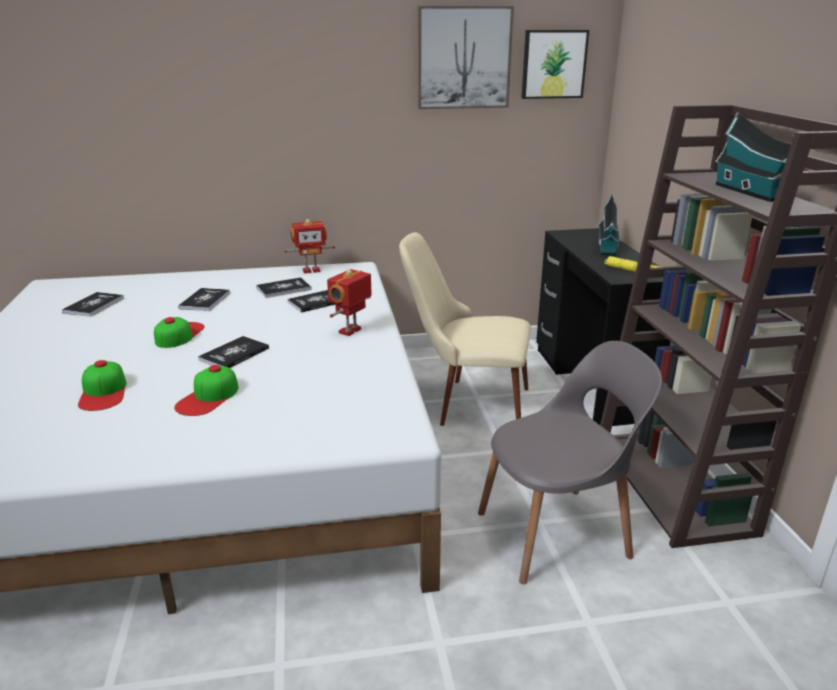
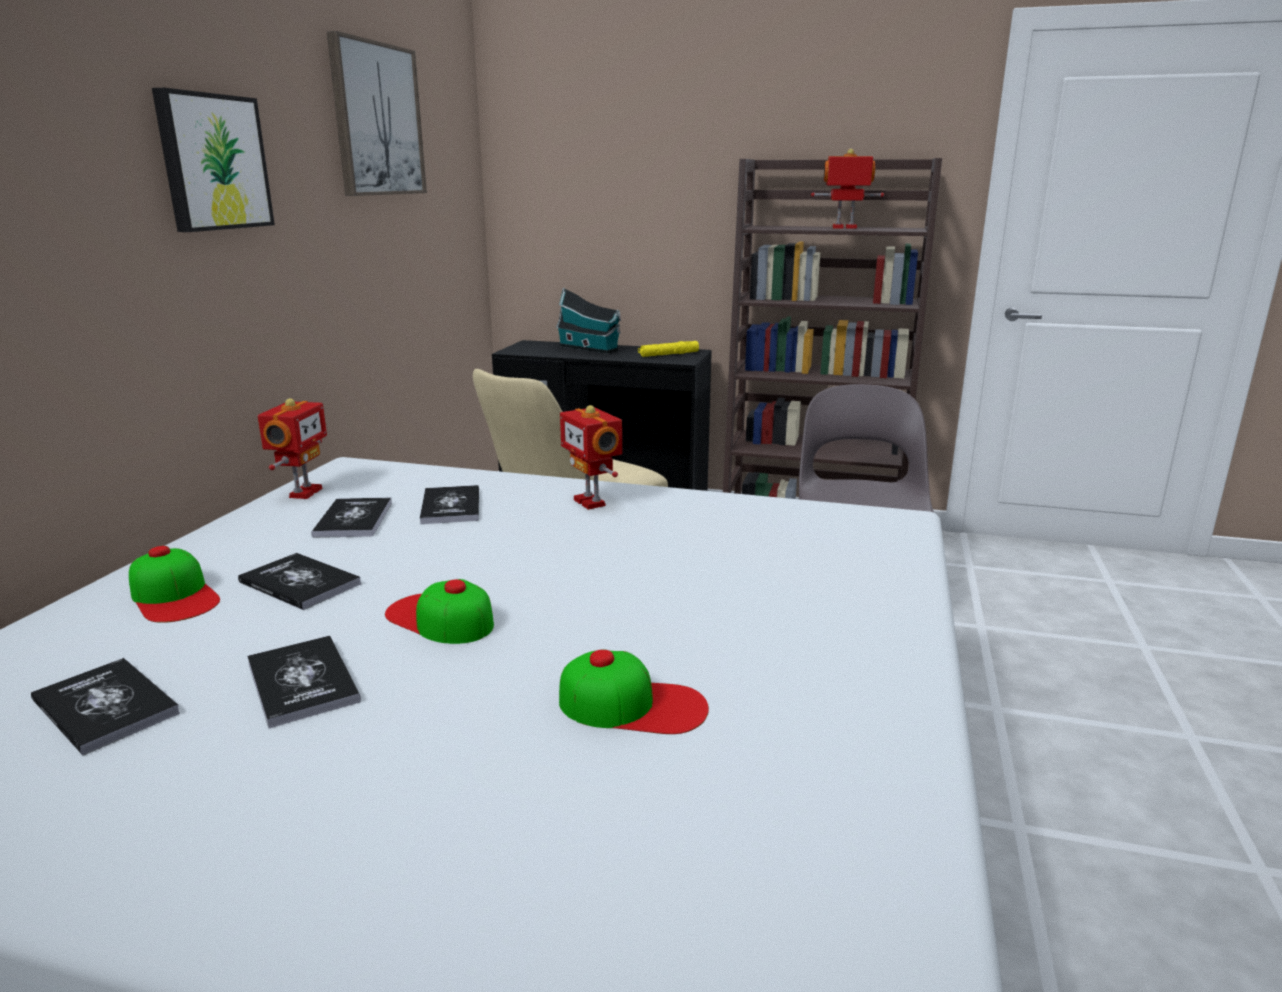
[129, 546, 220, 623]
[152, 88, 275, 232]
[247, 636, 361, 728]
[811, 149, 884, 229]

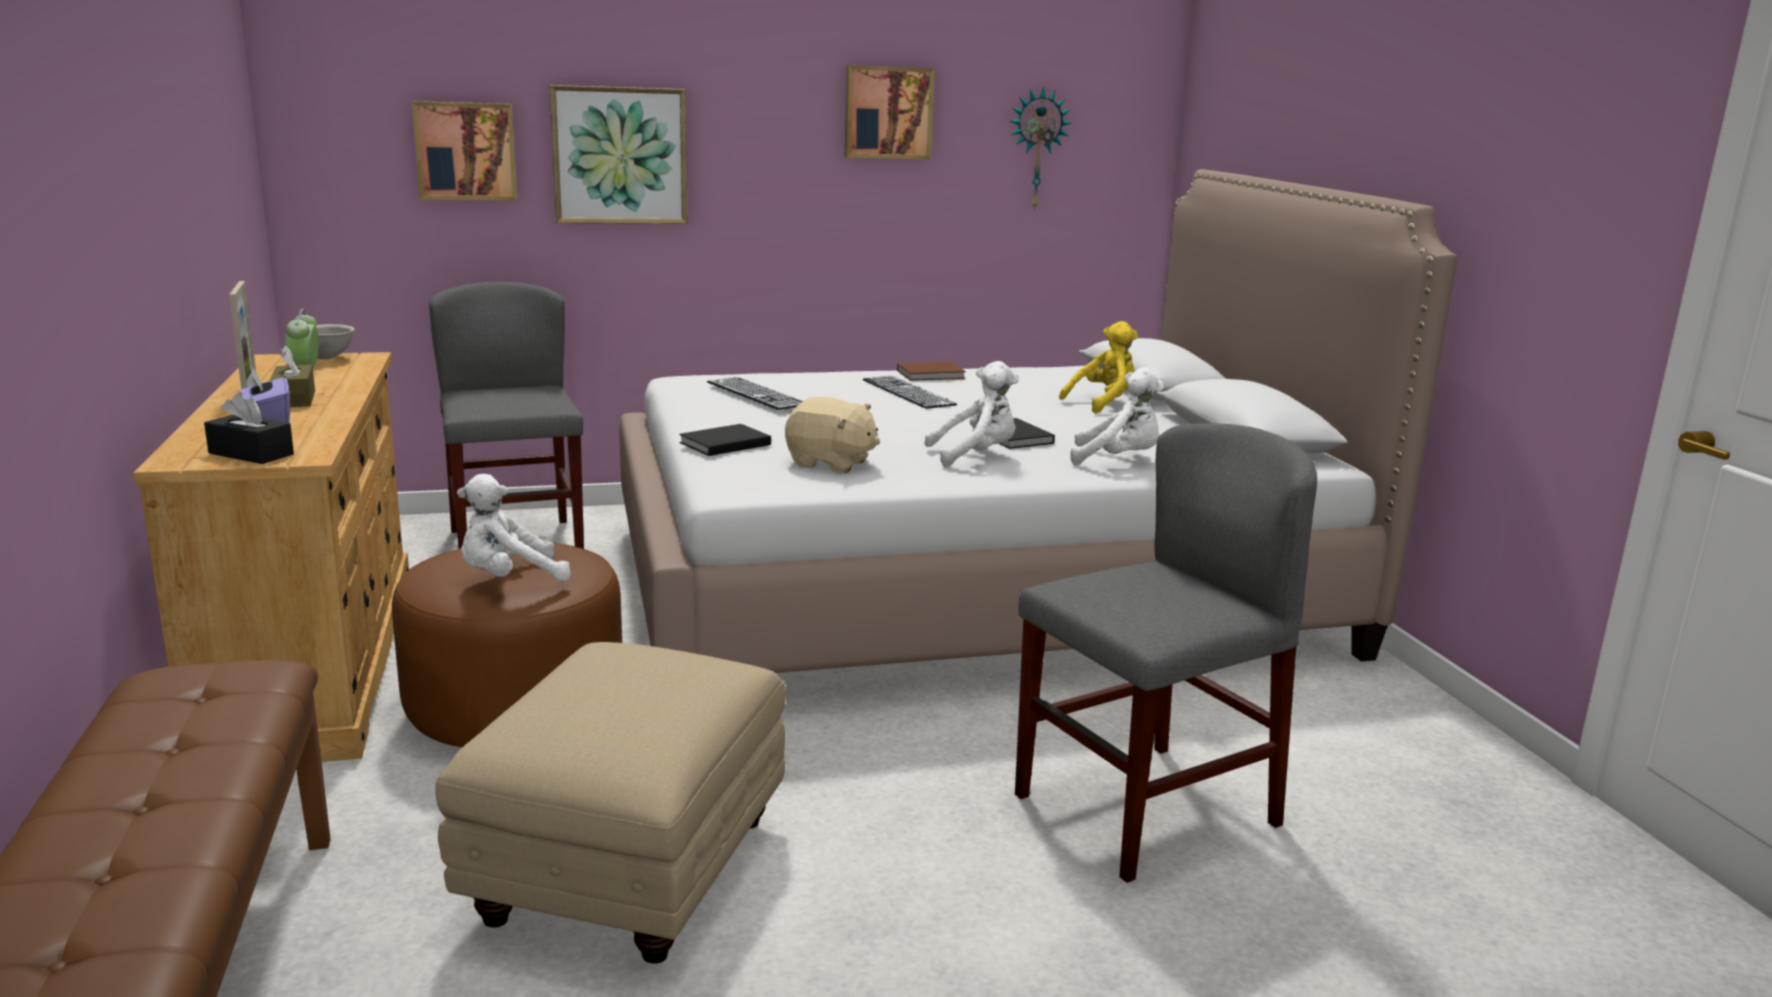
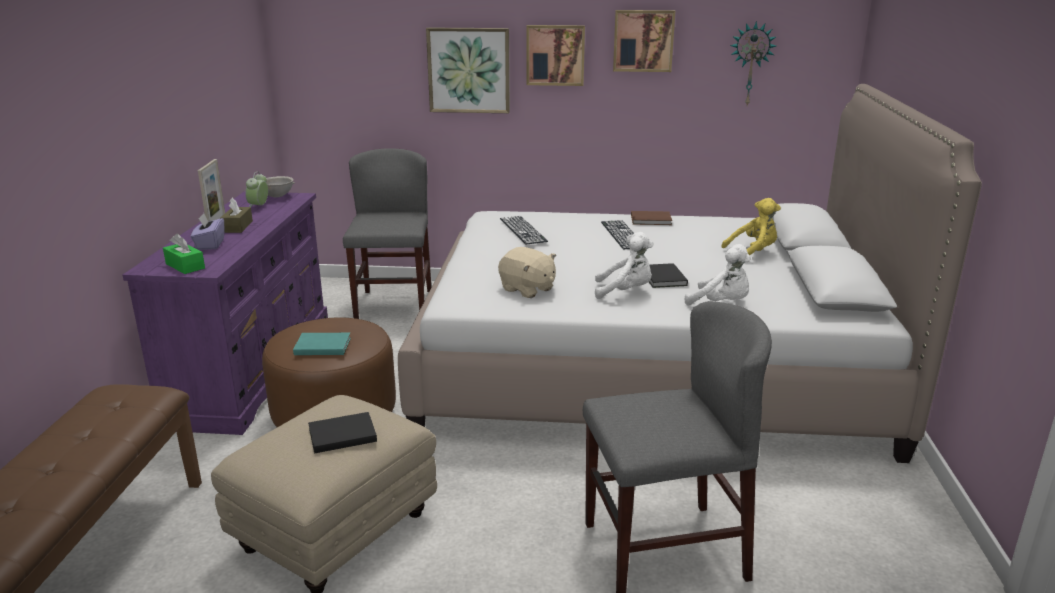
[122, 191, 328, 435]
[163, 233, 205, 274]
[293, 333, 351, 355]
[308, 412, 377, 453]
[527, 25, 585, 86]

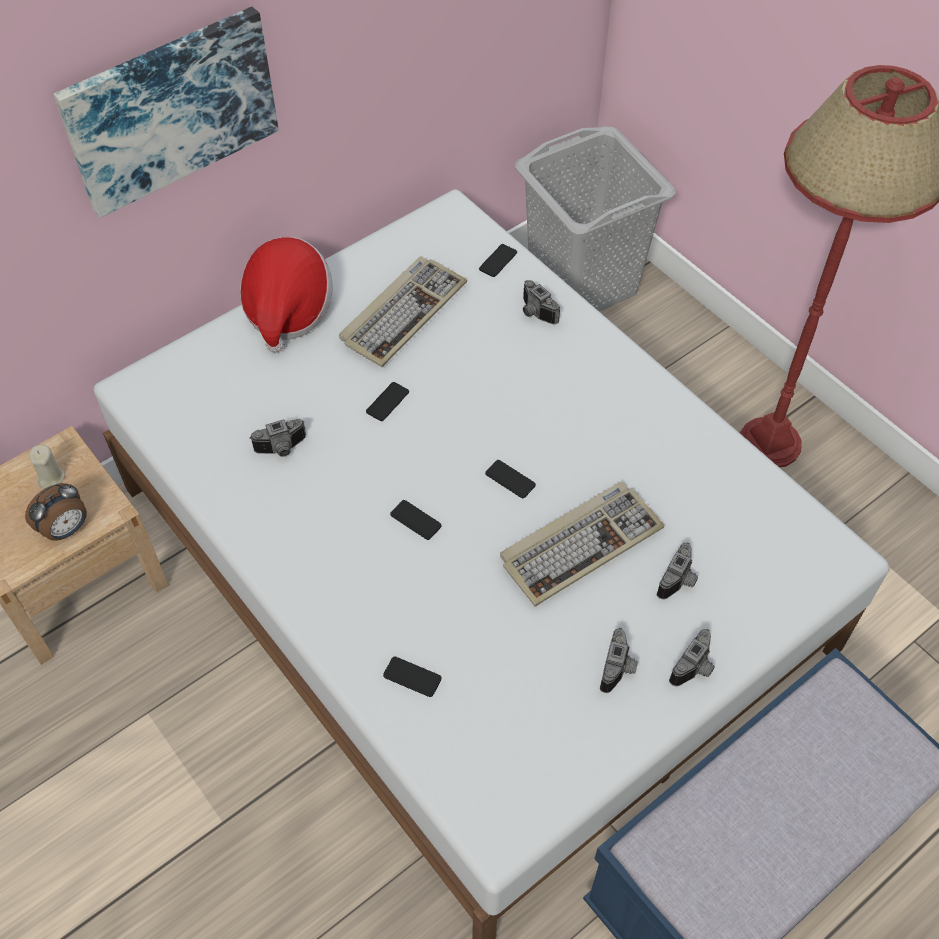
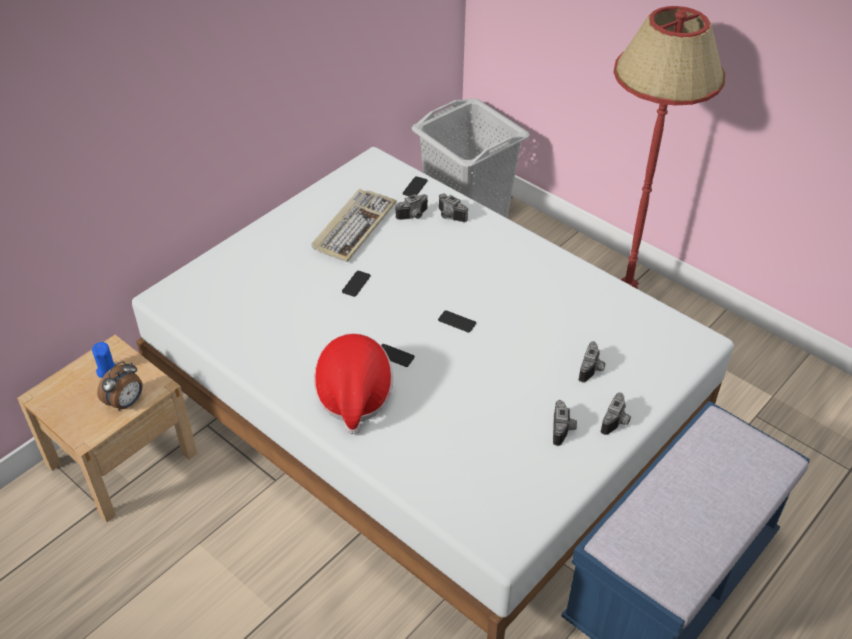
[92, 342, 117, 378]
[314, 333, 394, 435]
[396, 194, 428, 220]
[54, 7, 279, 218] (first image)
[383, 657, 441, 697] (first image)
[500, 482, 664, 607] (first image)

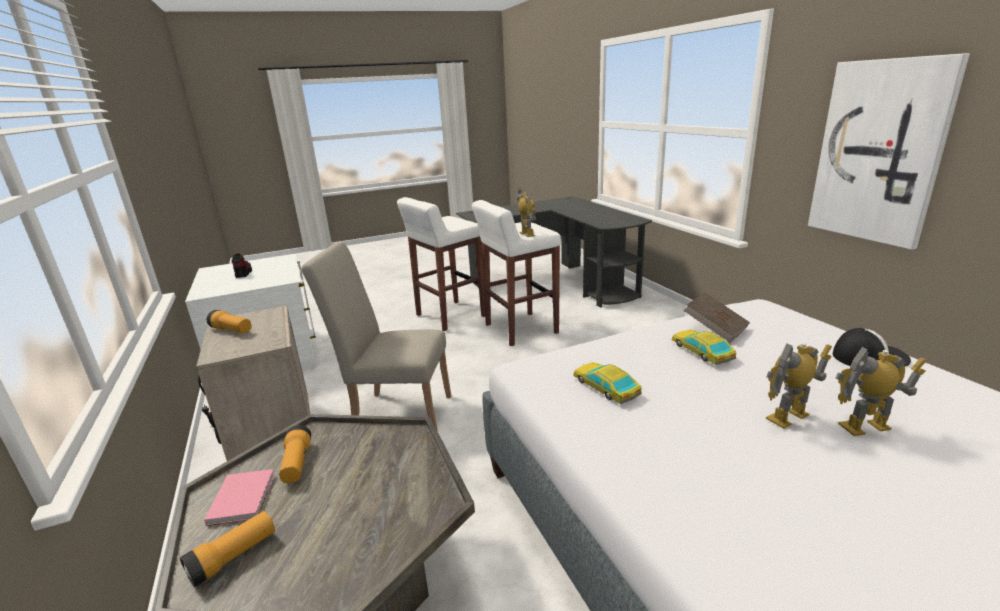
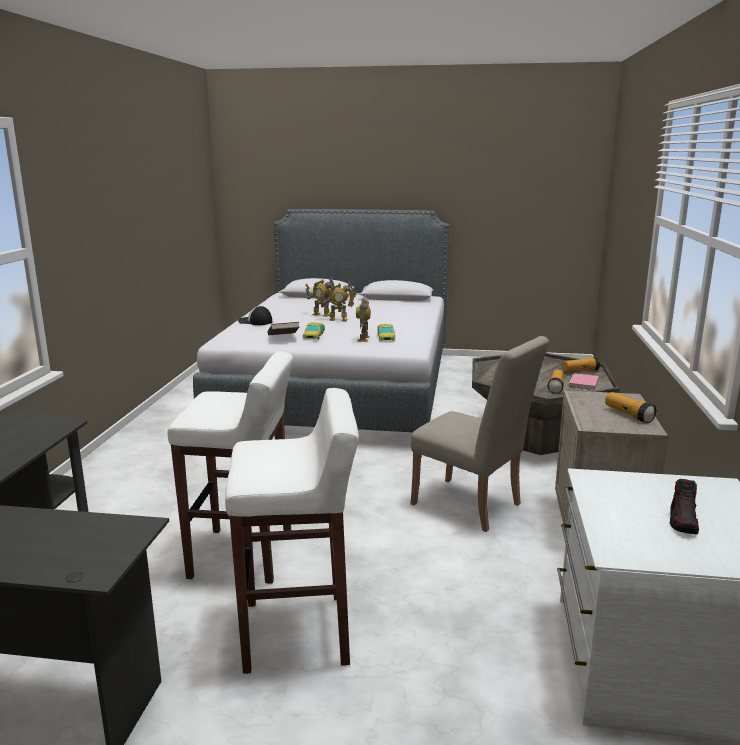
[356, 298, 371, 342]
[808, 53, 970, 250] (first image)

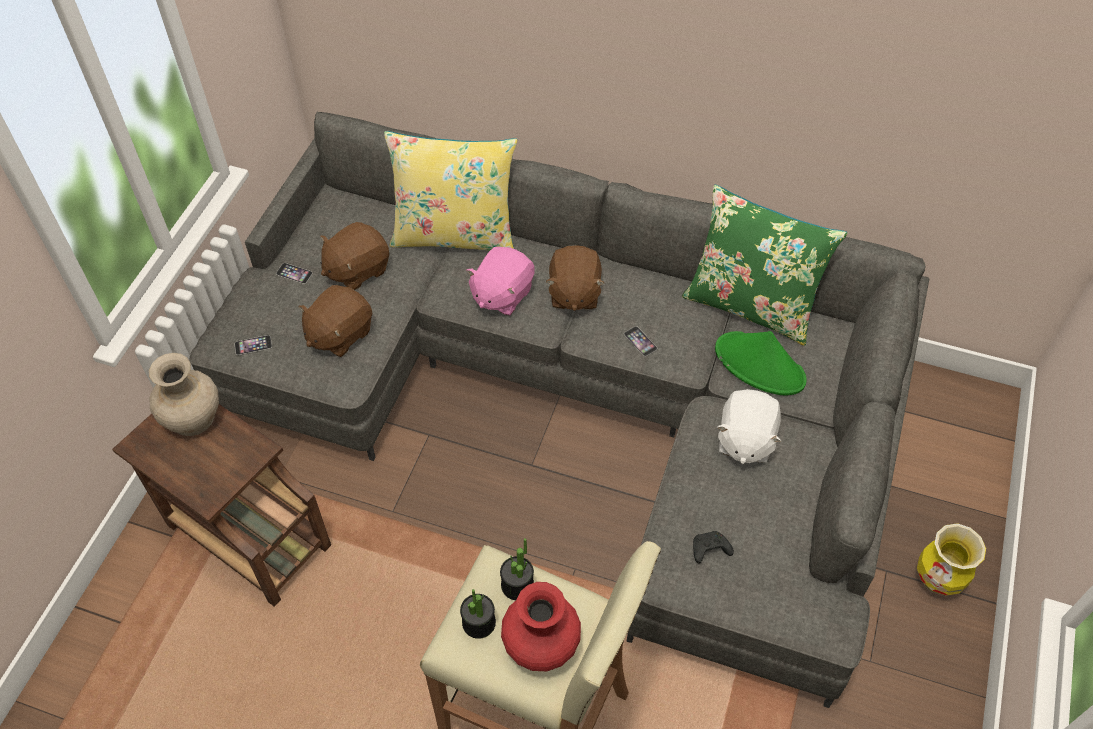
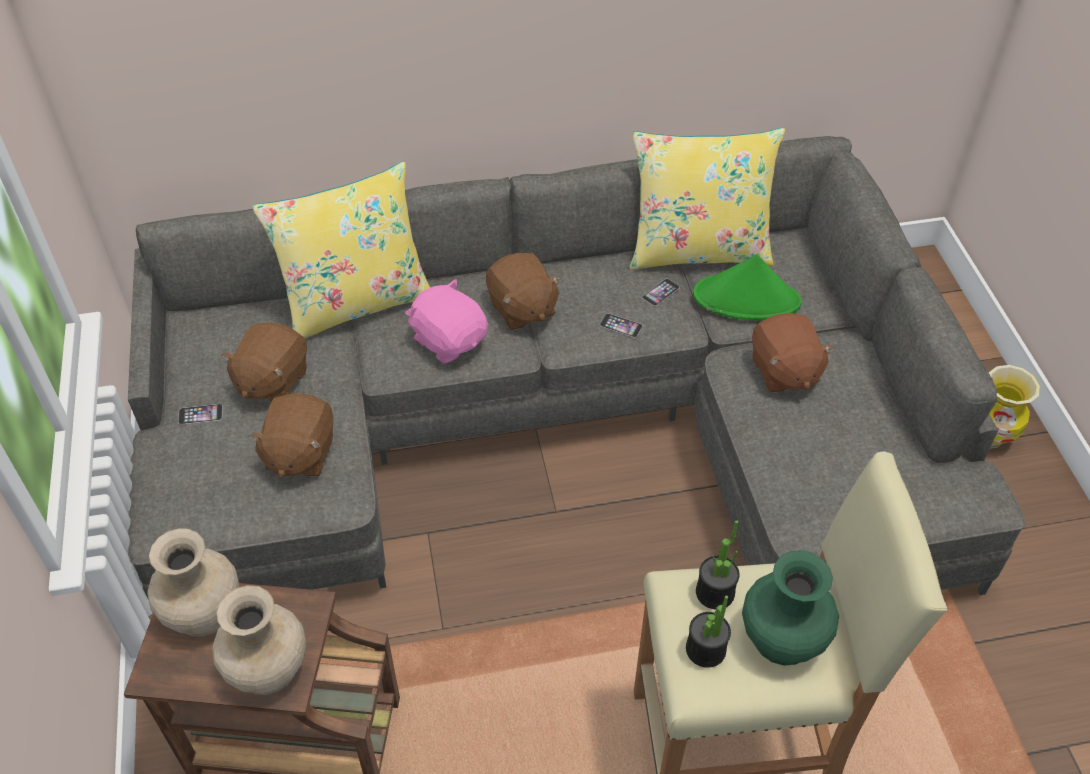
[212, 585, 307, 695]
[405, 279, 488, 364]
[629, 128, 785, 270]
[642, 279, 680, 306]
[742, 550, 839, 666]
[752, 313, 834, 393]
[693, 531, 734, 563] (first image)

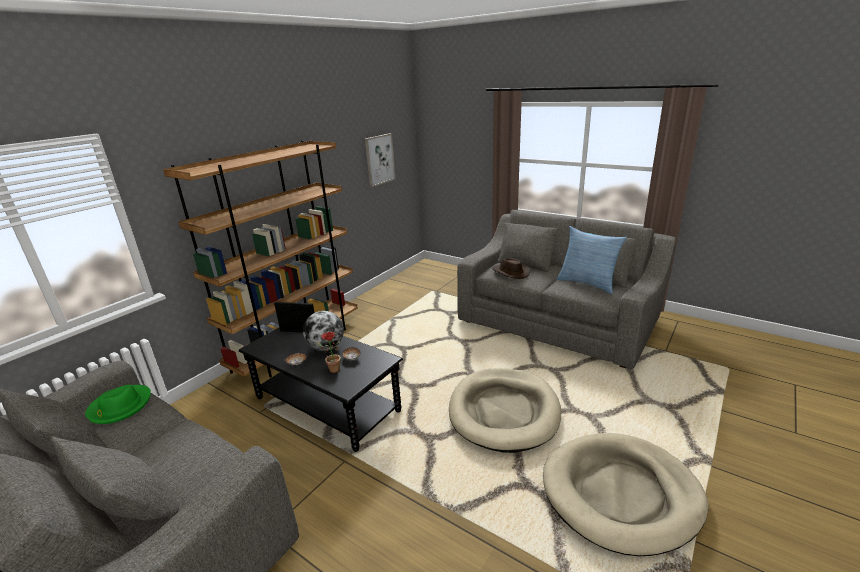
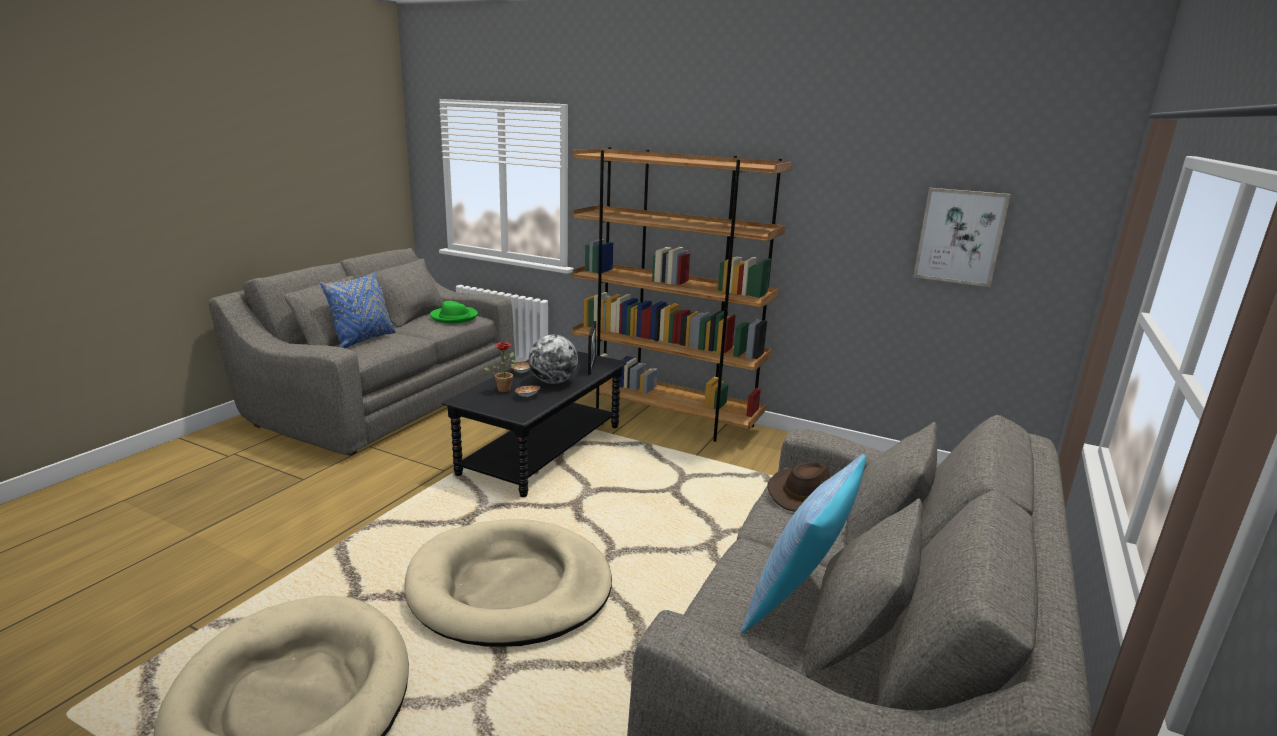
[320, 272, 396, 348]

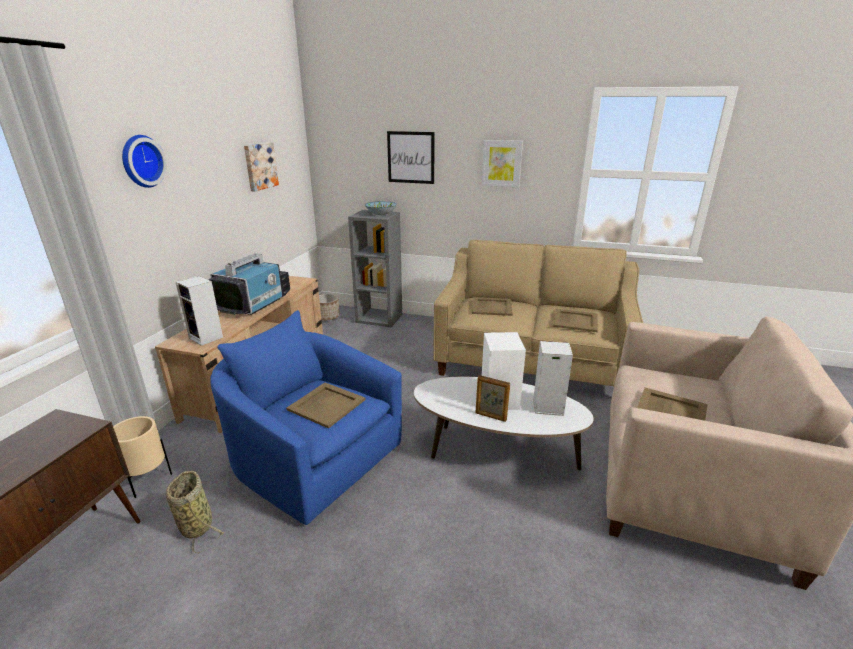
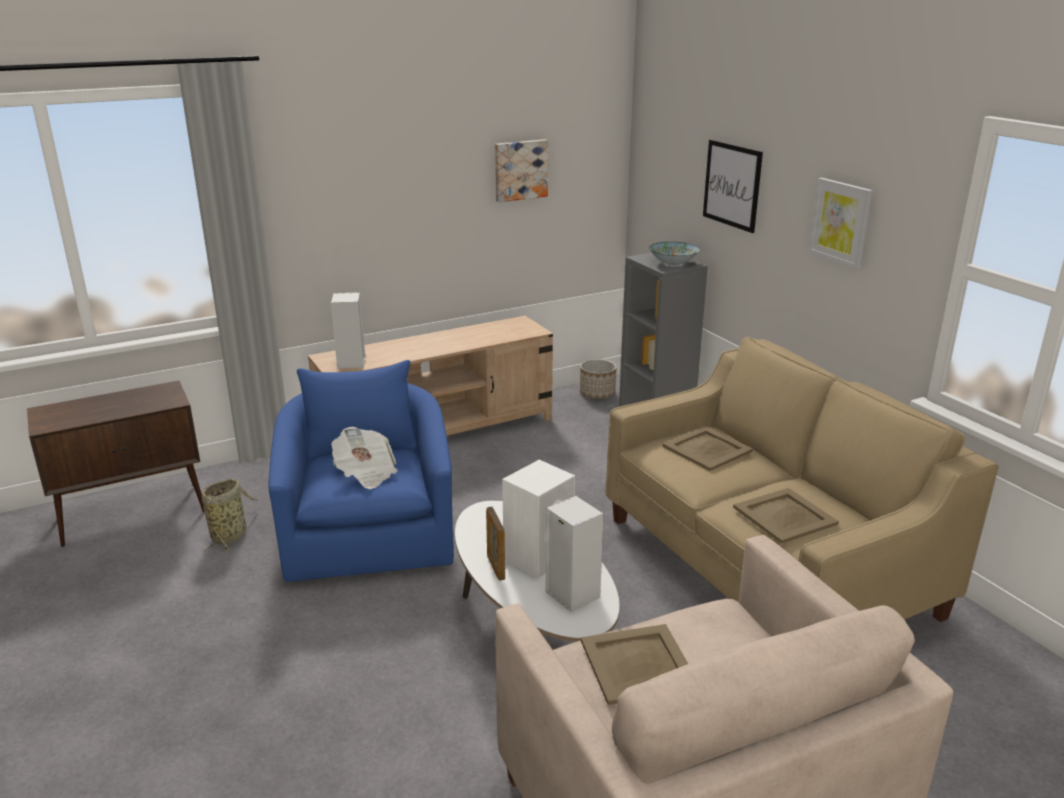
[331, 427, 397, 489]
[113, 416, 172, 498] (first image)
[122, 135, 167, 188] (first image)
[208, 253, 290, 315] (first image)

